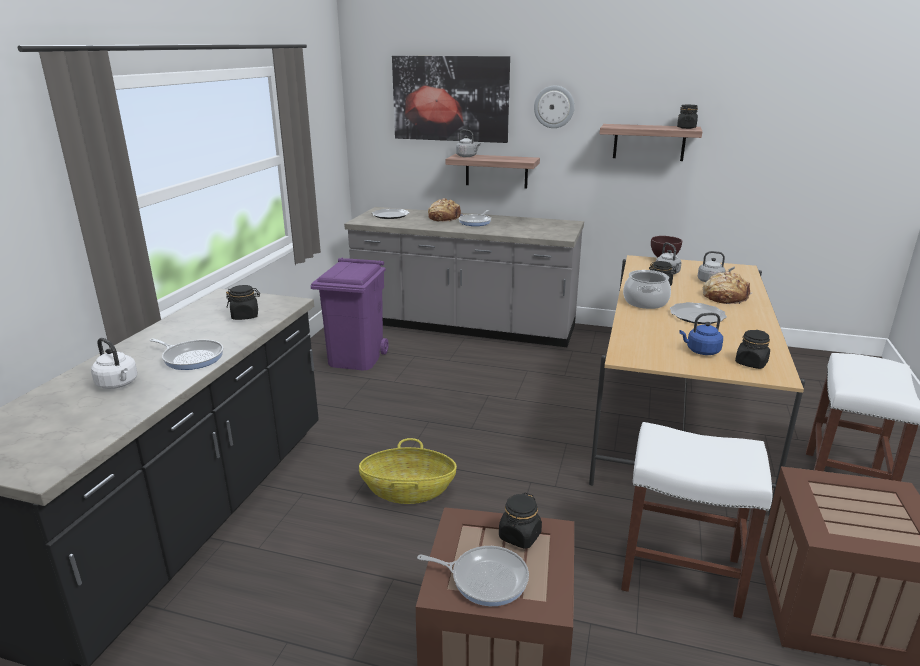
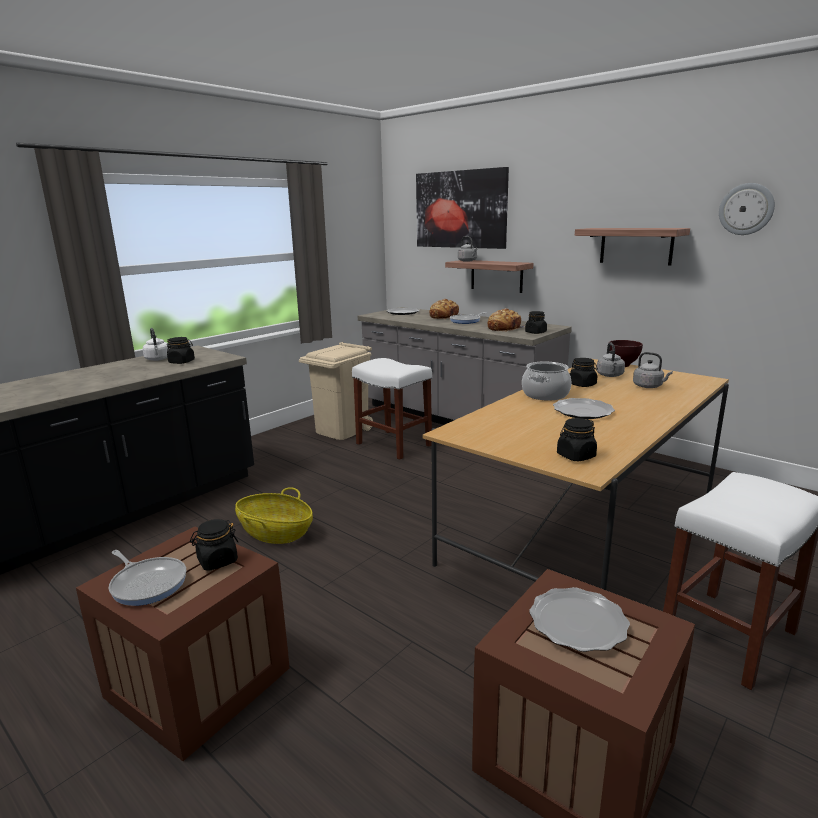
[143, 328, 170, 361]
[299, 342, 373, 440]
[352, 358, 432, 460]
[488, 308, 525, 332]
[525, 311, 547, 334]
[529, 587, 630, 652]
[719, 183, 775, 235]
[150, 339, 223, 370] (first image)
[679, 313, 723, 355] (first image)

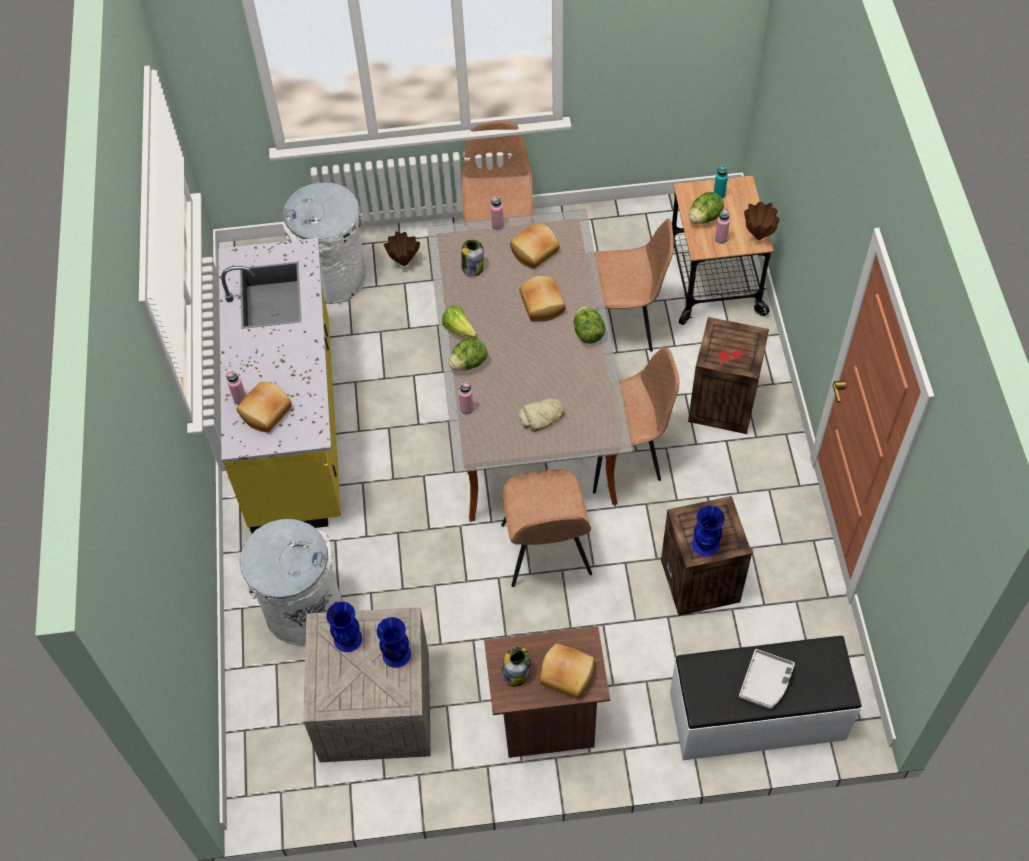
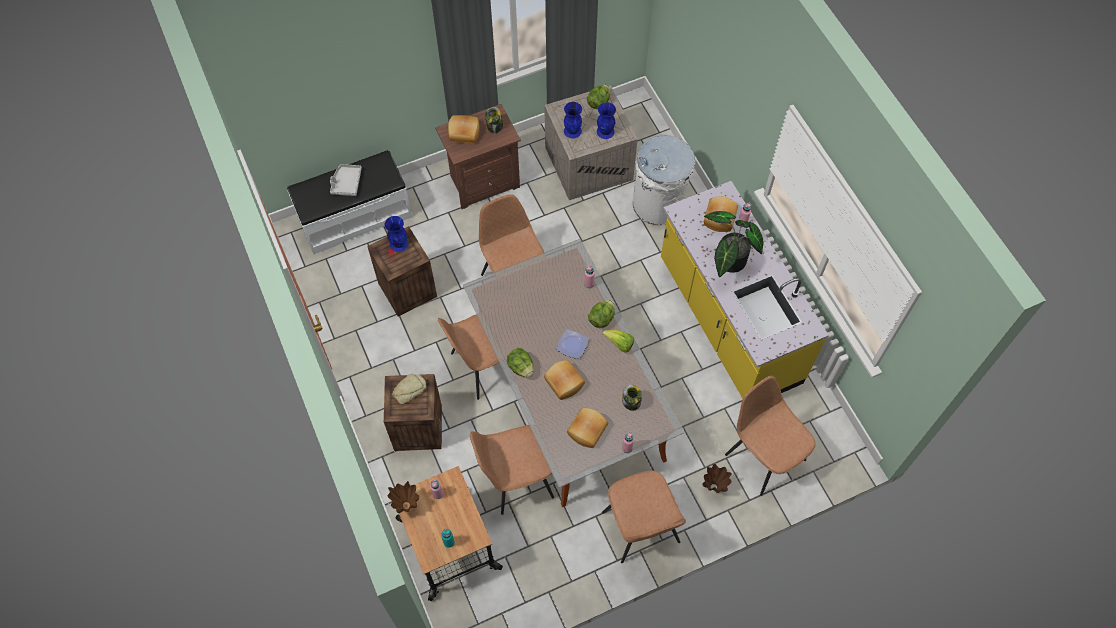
[392, 374, 426, 404]
[556, 329, 589, 359]
[587, 84, 610, 109]
[704, 211, 764, 277]
[725, 376, 816, 496]

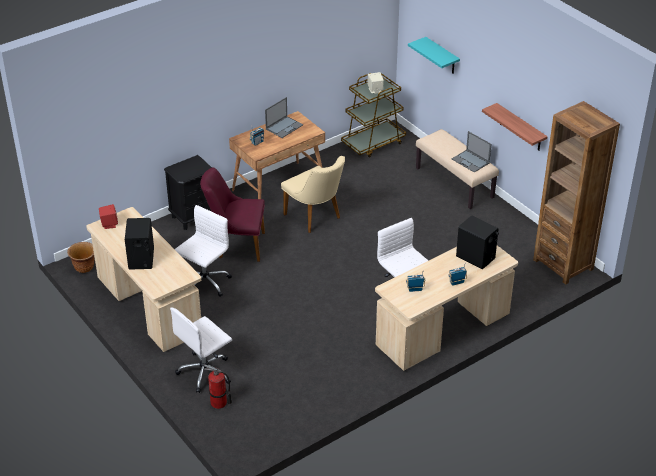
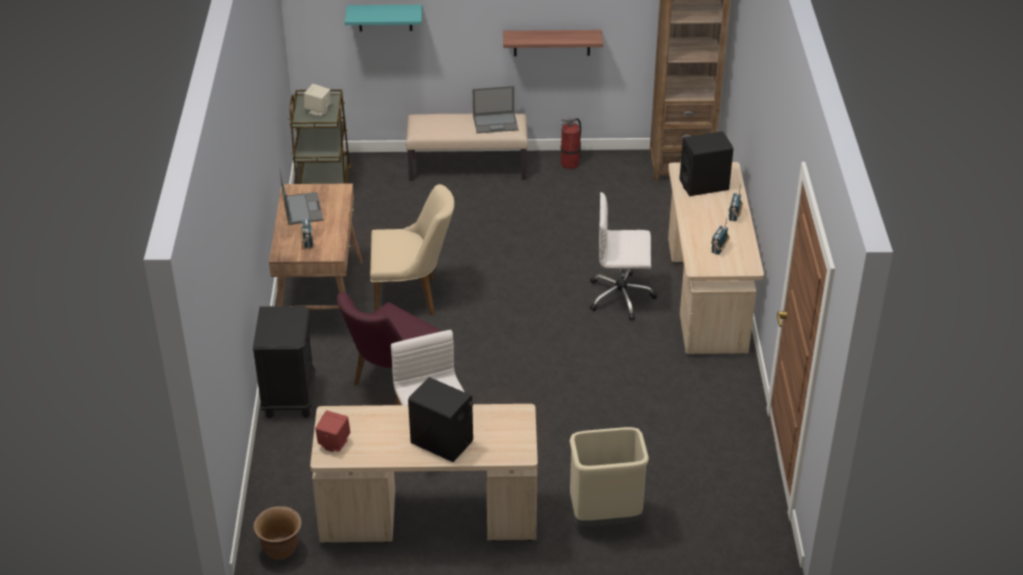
[560, 118, 581, 169]
[569, 427, 649, 526]

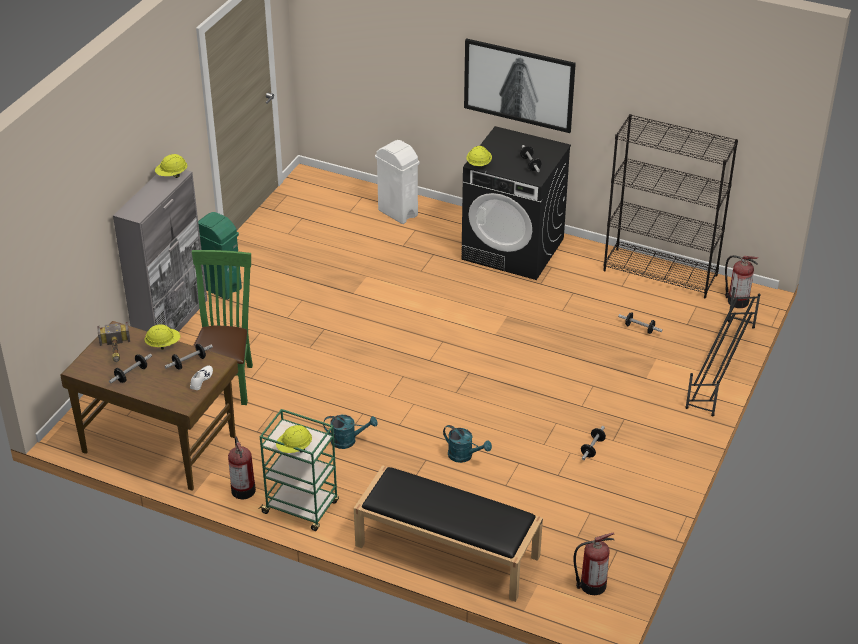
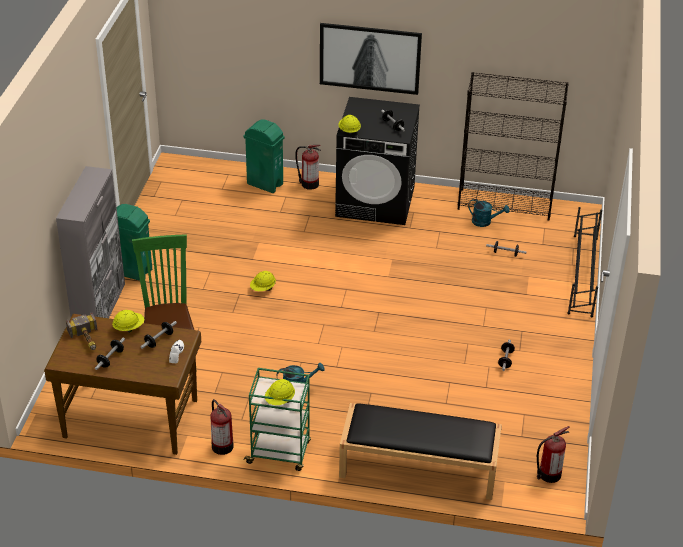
[244, 119, 285, 193]
[250, 271, 276, 291]
[295, 145, 321, 190]
[468, 199, 510, 227]

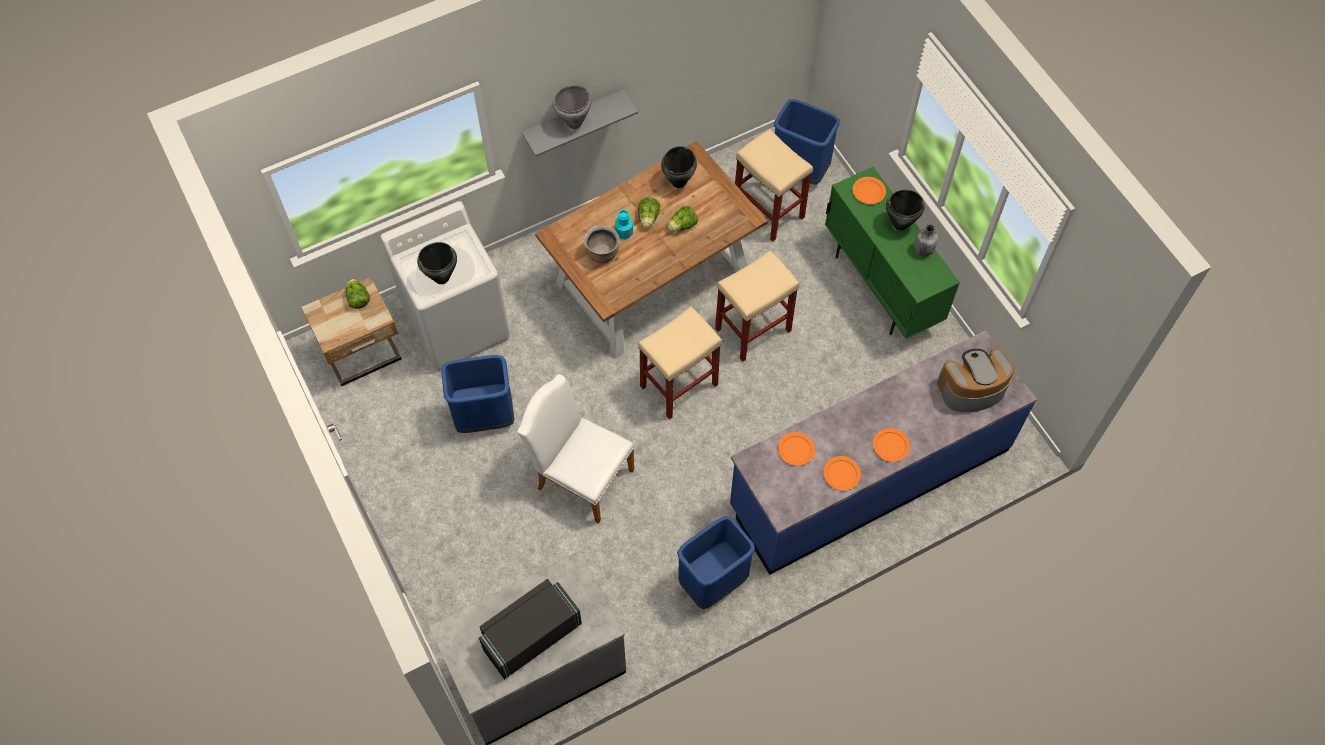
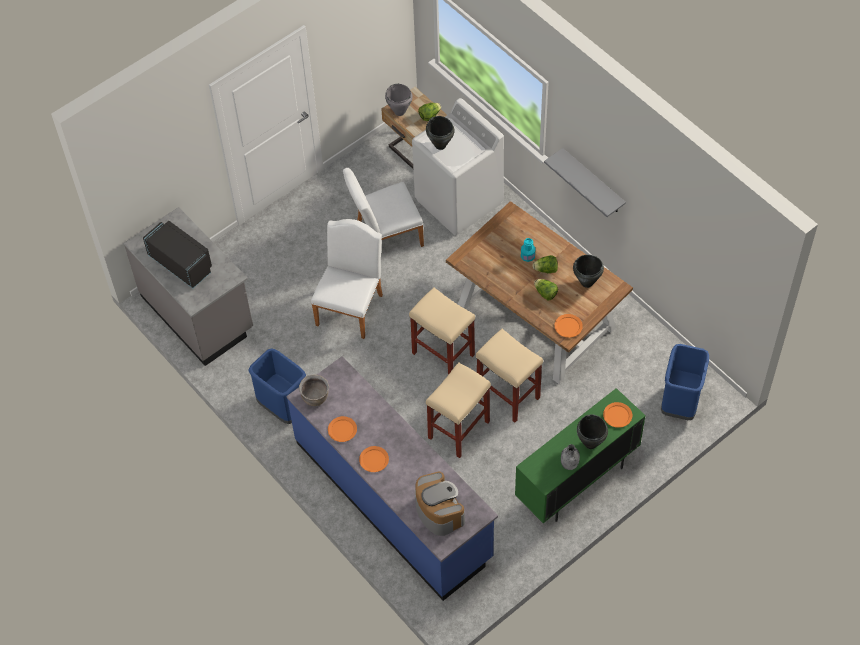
[299, 374, 329, 406]
[343, 168, 424, 247]
[385, 84, 413, 116]
[426, 362, 491, 458]
[554, 314, 583, 338]

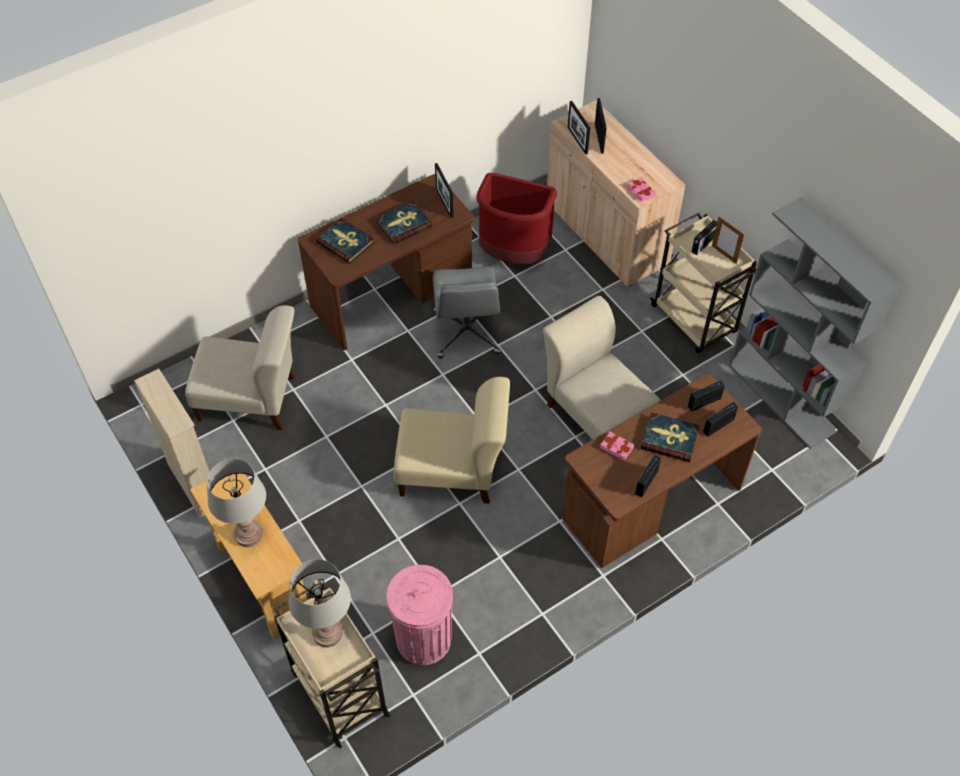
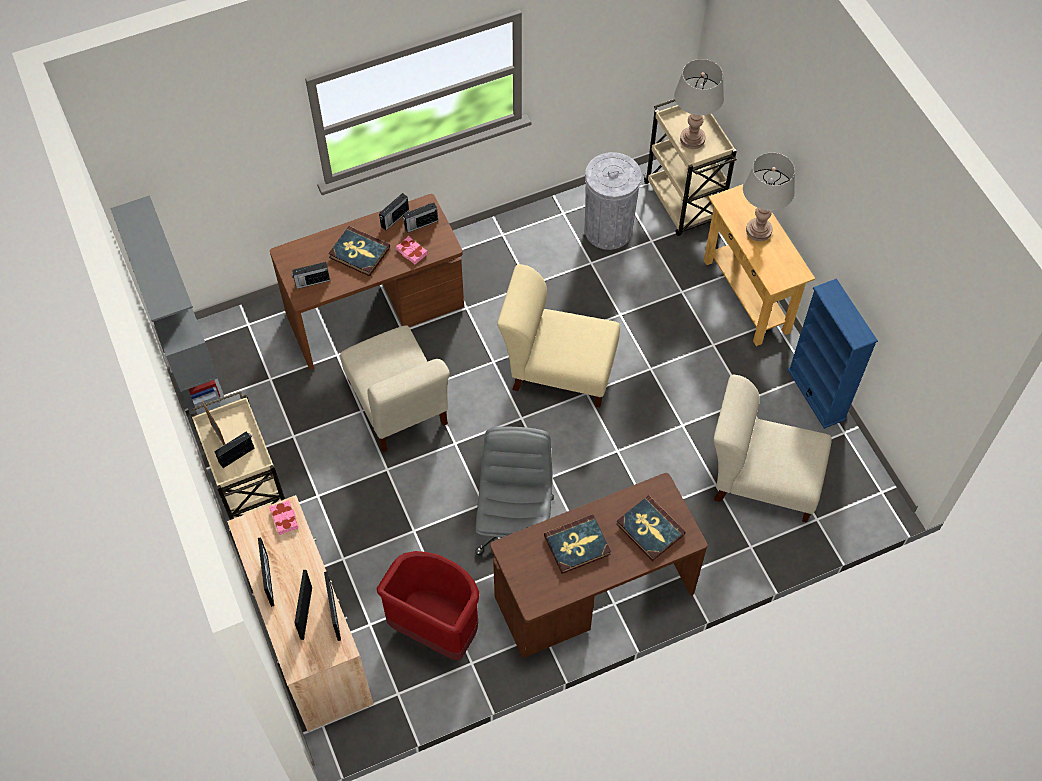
[258, 538, 274, 607]
[403, 203, 438, 233]
[585, 152, 641, 250]
[787, 278, 878, 429]

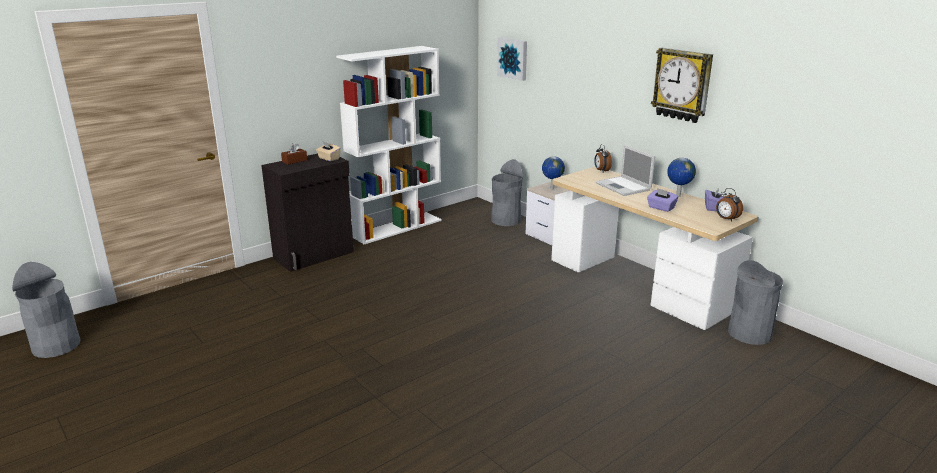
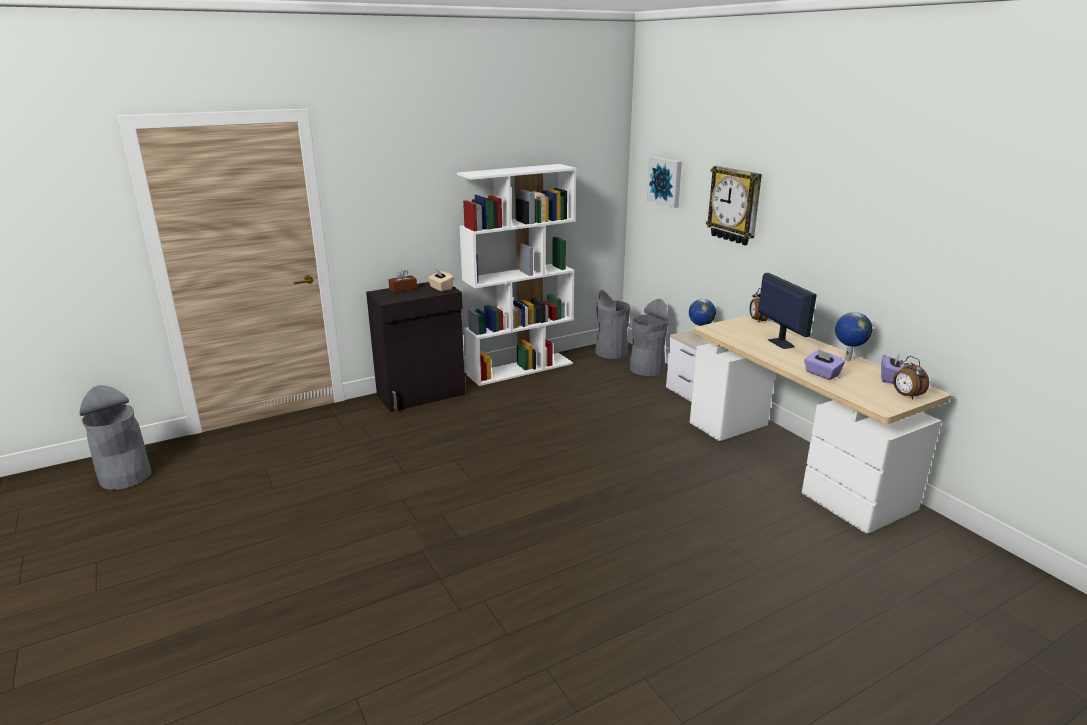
[595, 290, 630, 359]
[706, 166, 762, 245]
[758, 273, 817, 349]

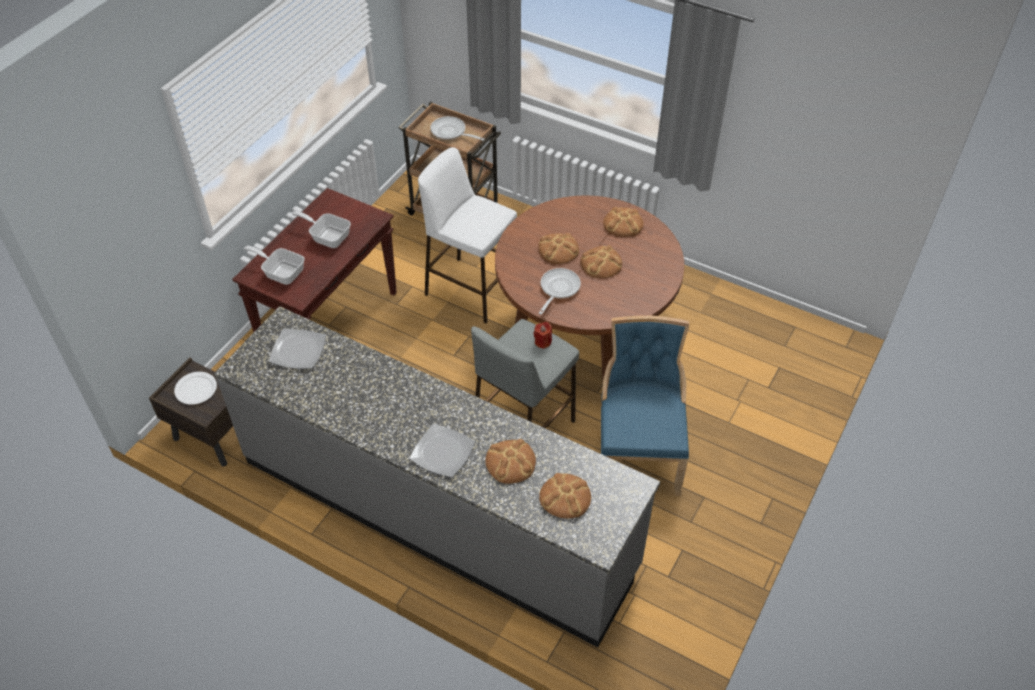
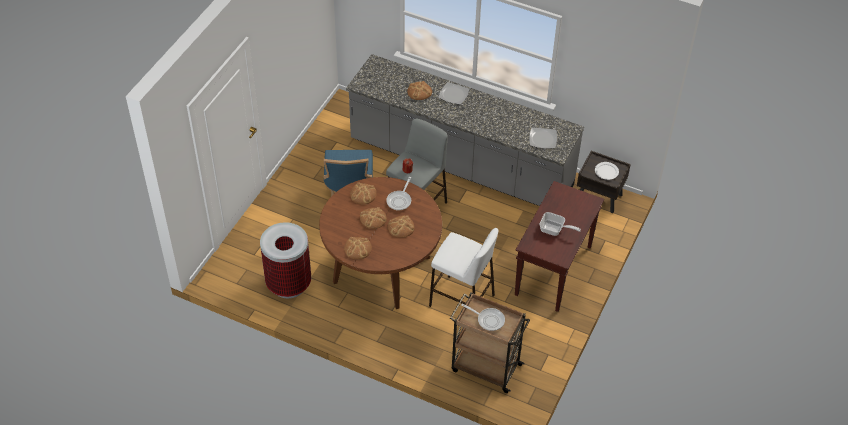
[260, 222, 311, 298]
[350, 182, 377, 205]
[244, 246, 305, 285] (first image)

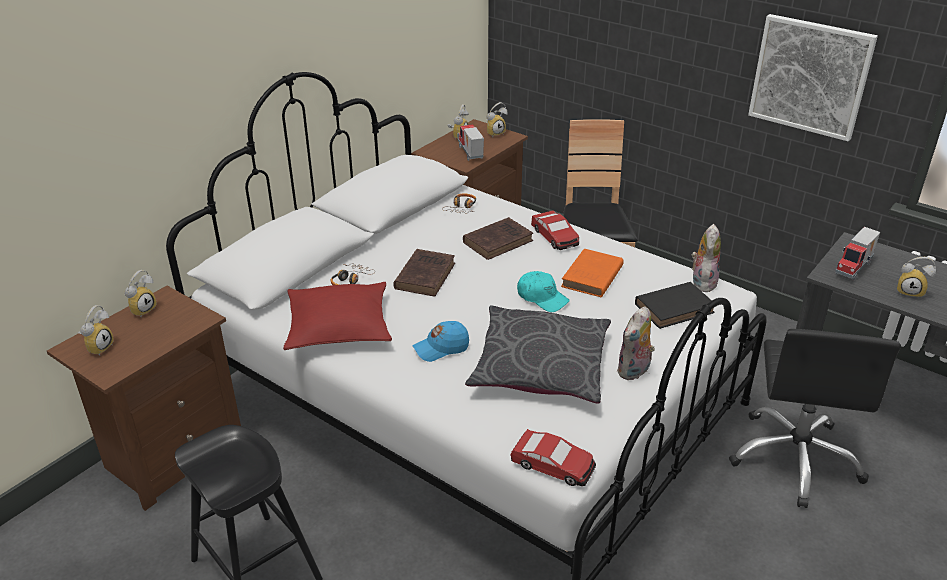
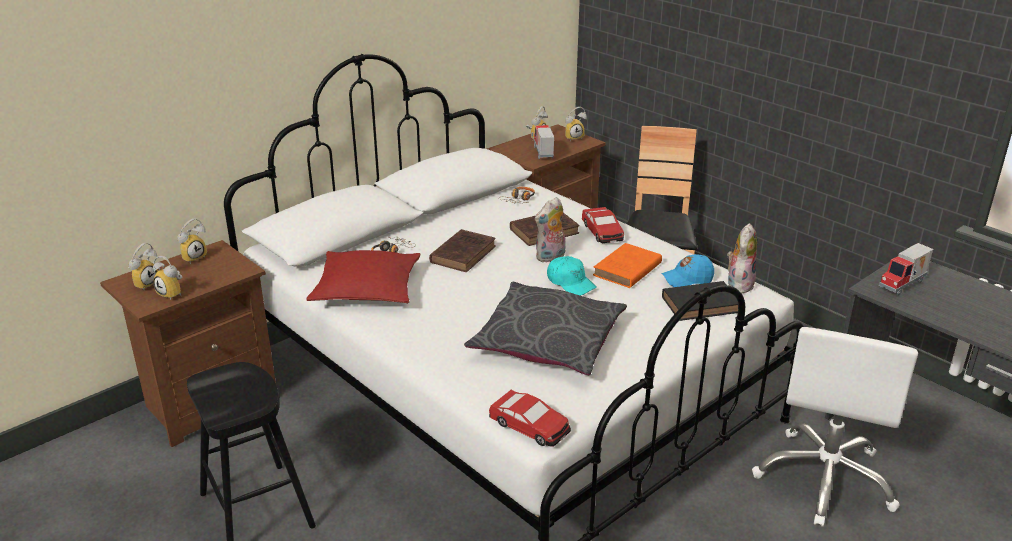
[153, 256, 182, 300]
[535, 197, 566, 262]
[661, 254, 714, 287]
[752, 327, 918, 527]
[748, 14, 878, 141] (first image)

